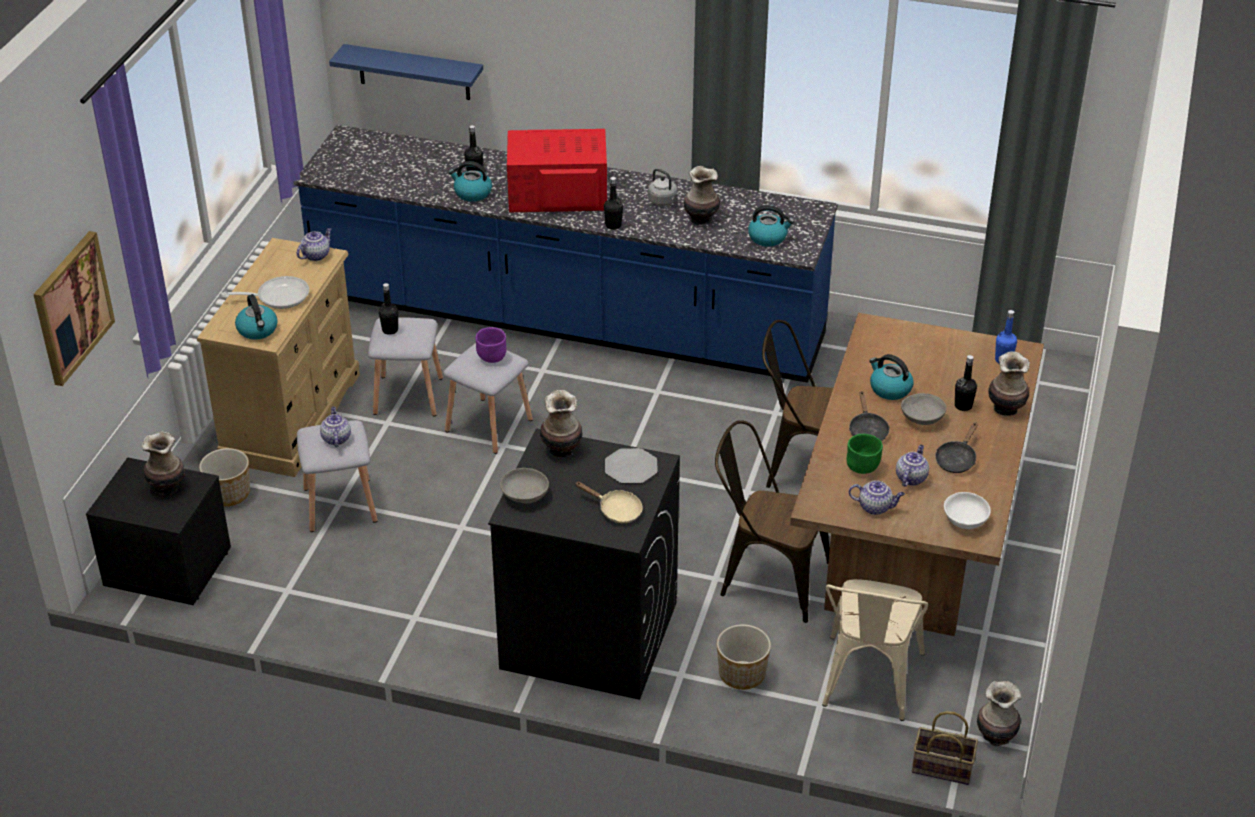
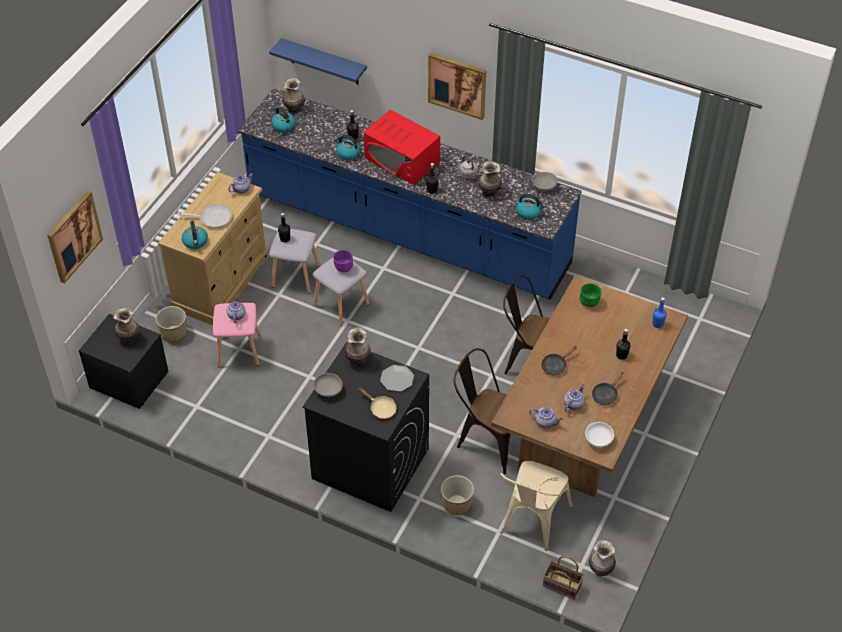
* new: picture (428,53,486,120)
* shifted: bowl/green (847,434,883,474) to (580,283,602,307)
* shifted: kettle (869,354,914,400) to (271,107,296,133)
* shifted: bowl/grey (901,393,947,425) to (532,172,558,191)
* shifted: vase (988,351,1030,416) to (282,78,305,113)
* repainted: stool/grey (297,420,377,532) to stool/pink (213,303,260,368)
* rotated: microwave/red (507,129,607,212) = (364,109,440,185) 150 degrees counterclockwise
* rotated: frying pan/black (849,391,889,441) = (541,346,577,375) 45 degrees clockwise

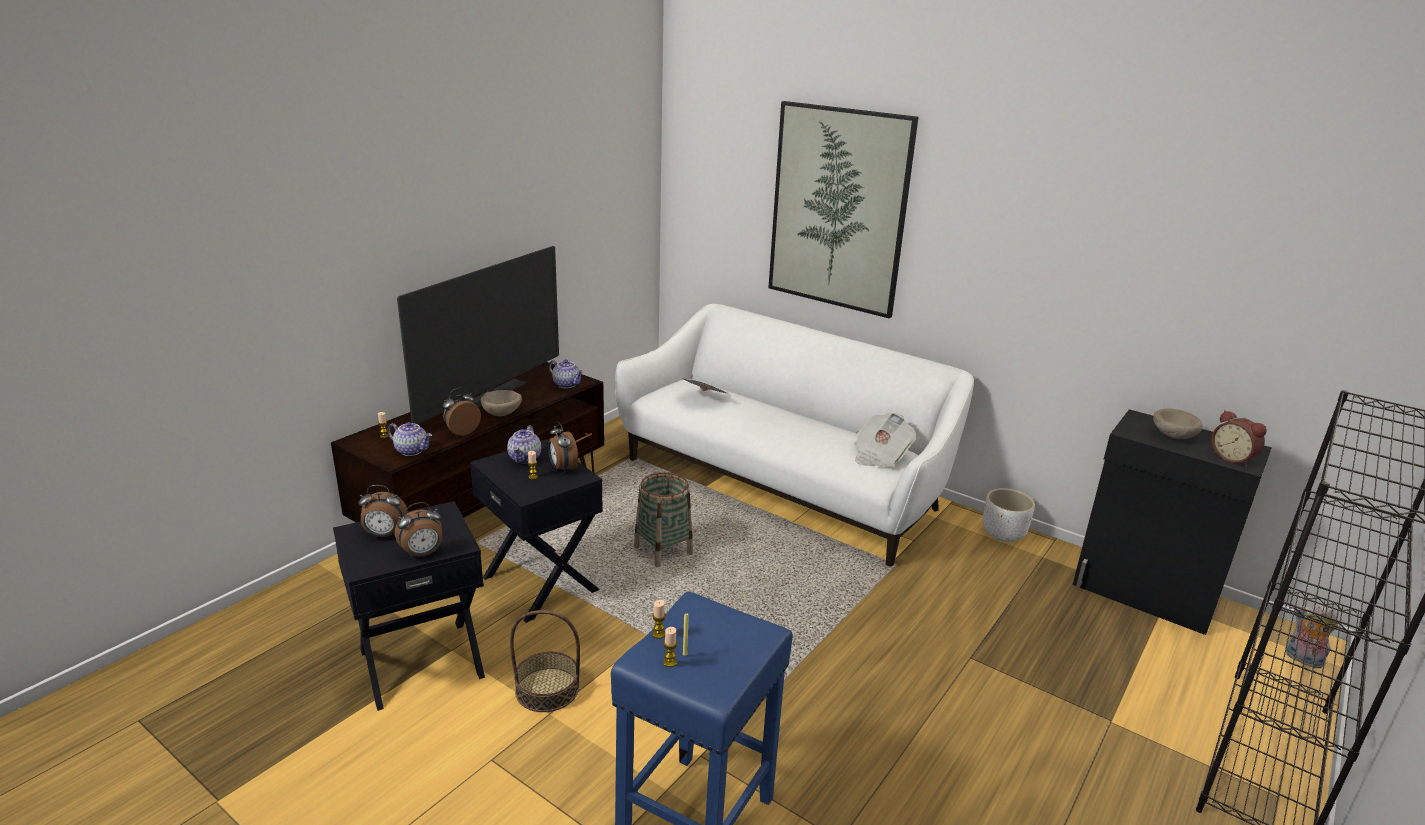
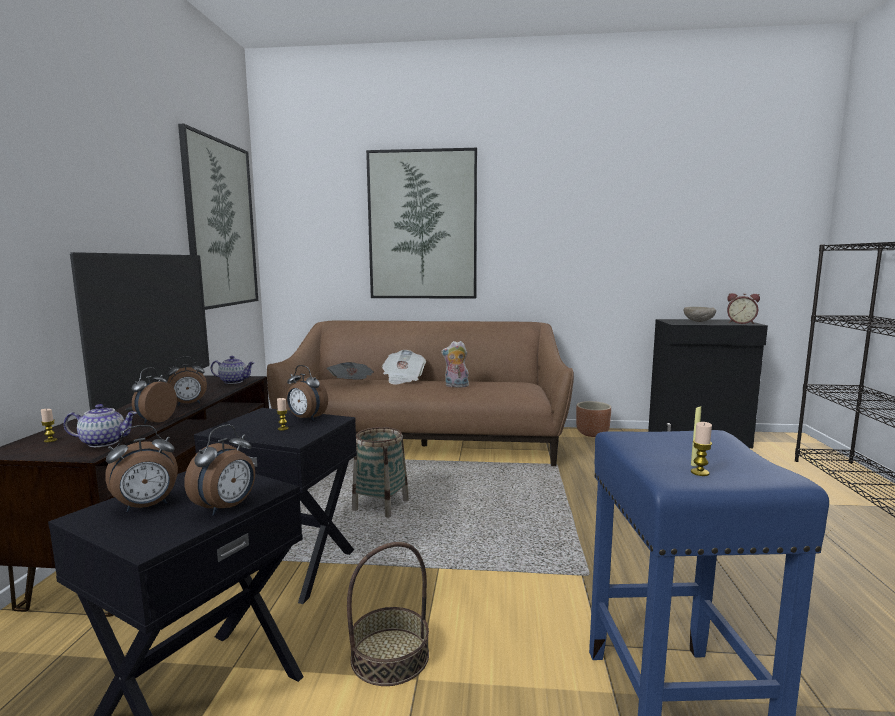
* gone: teapot (507,425,541,464)
* gone: candle (652,600,666,639)
* new: picture (178,124,258,310)
* shifted: newspaper (854,413,916,467) to (382,350,426,384)
* shifted: plush toy (1286,604,1339,668) to (441,341,469,388)
* swapped: bowl/beige (481,390,522,416) to alarm clock (167,357,207,406)
* repainted: sofa/white (615,304,974,566) to sofa/brown (267,321,574,466)
* repainted: planter/white (983,488,1035,542) to planter/brown (576,401,611,437)

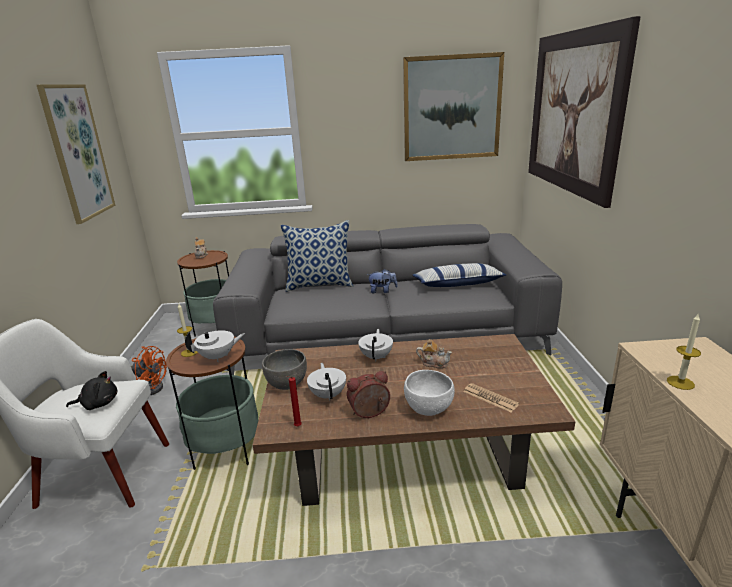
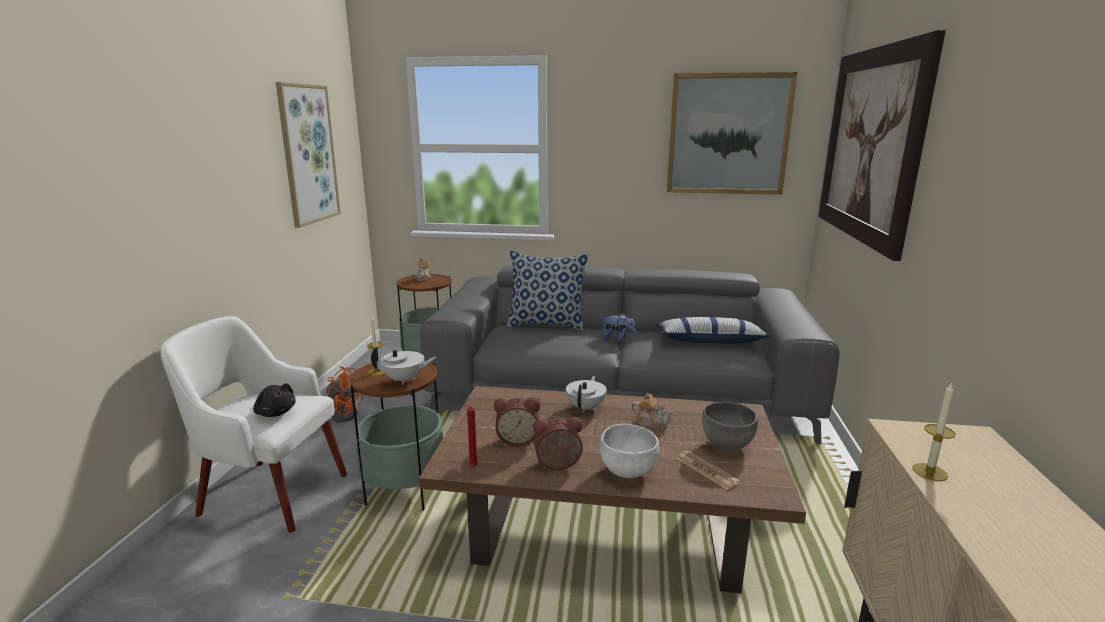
* shifted: bowl/grey (262,349,307,390) to (702,402,758,451)
* swapped: teapot/white (307,363,346,401) to alarm clock (494,397,540,446)
* rotated: plush toy/black (66,371,118,410) = (253,383,295,417) 45 degrees clockwise

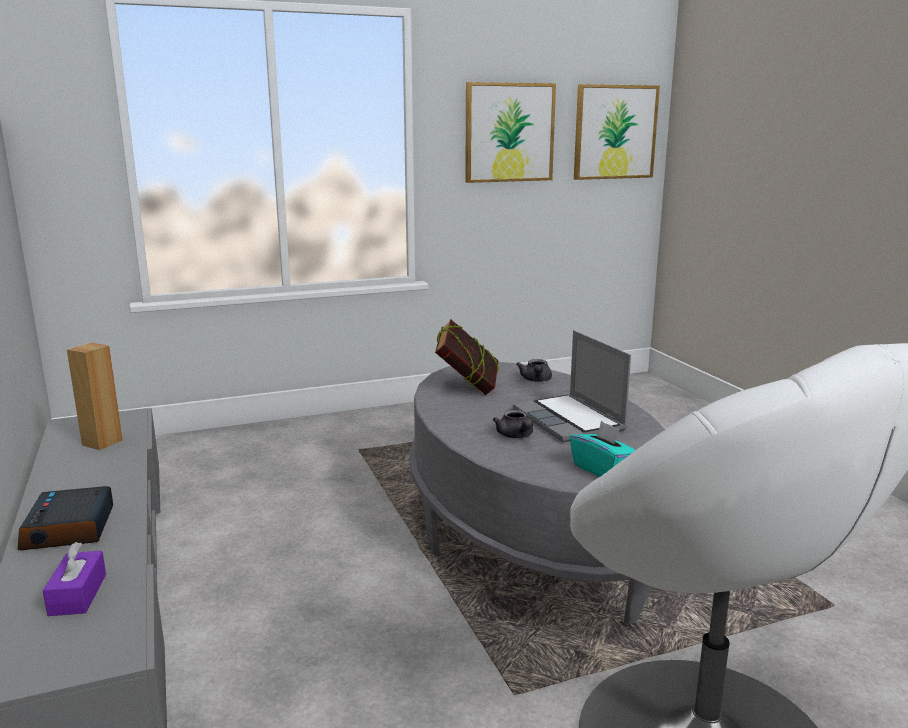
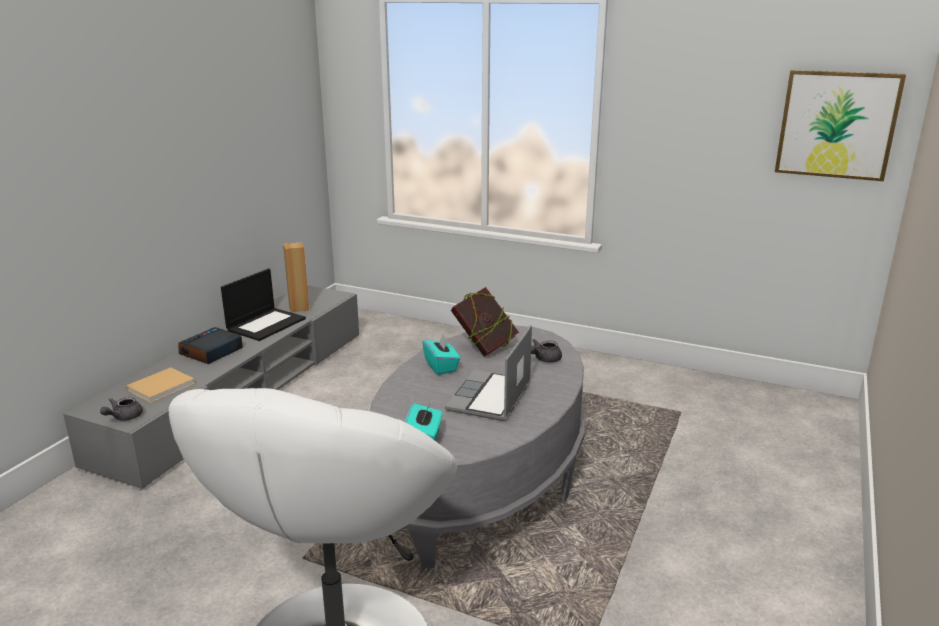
* gone: picture (465,82,556,183)
* new: laptop (221,268,306,341)
* new: tissue box/turquoise (422,334,460,375)
* shifted: teapot/grey (493,410,533,438) to (100,397,143,421)
* swapped: tissue box/purple (43,542,106,616) to book/beige (126,367,195,403)

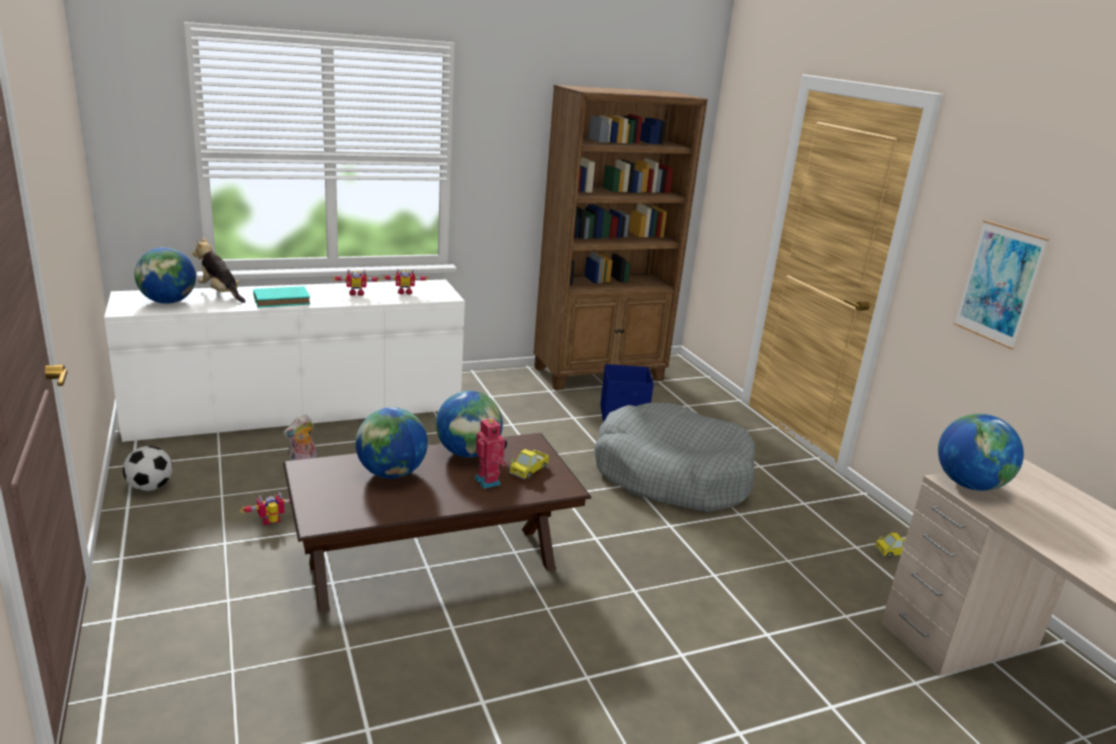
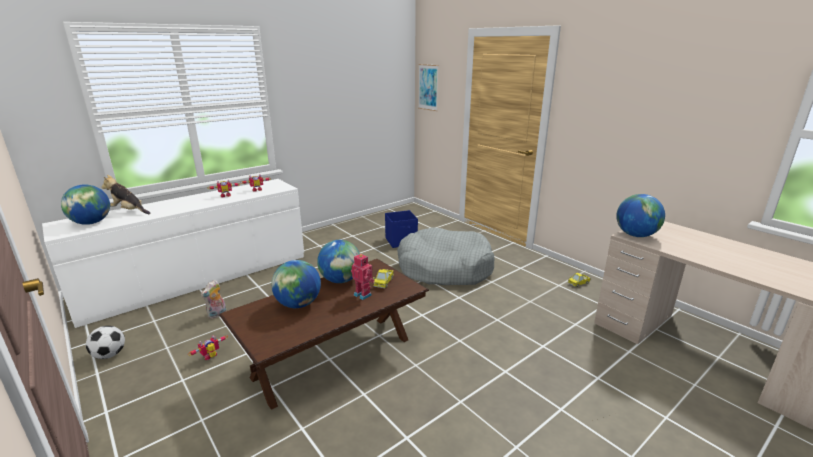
* gone: book/turquoise (253,286,310,308)
* gone: bookcase/brown (534,85,708,391)
* shifted: picture (954,220,1049,350) to (418,64,439,111)

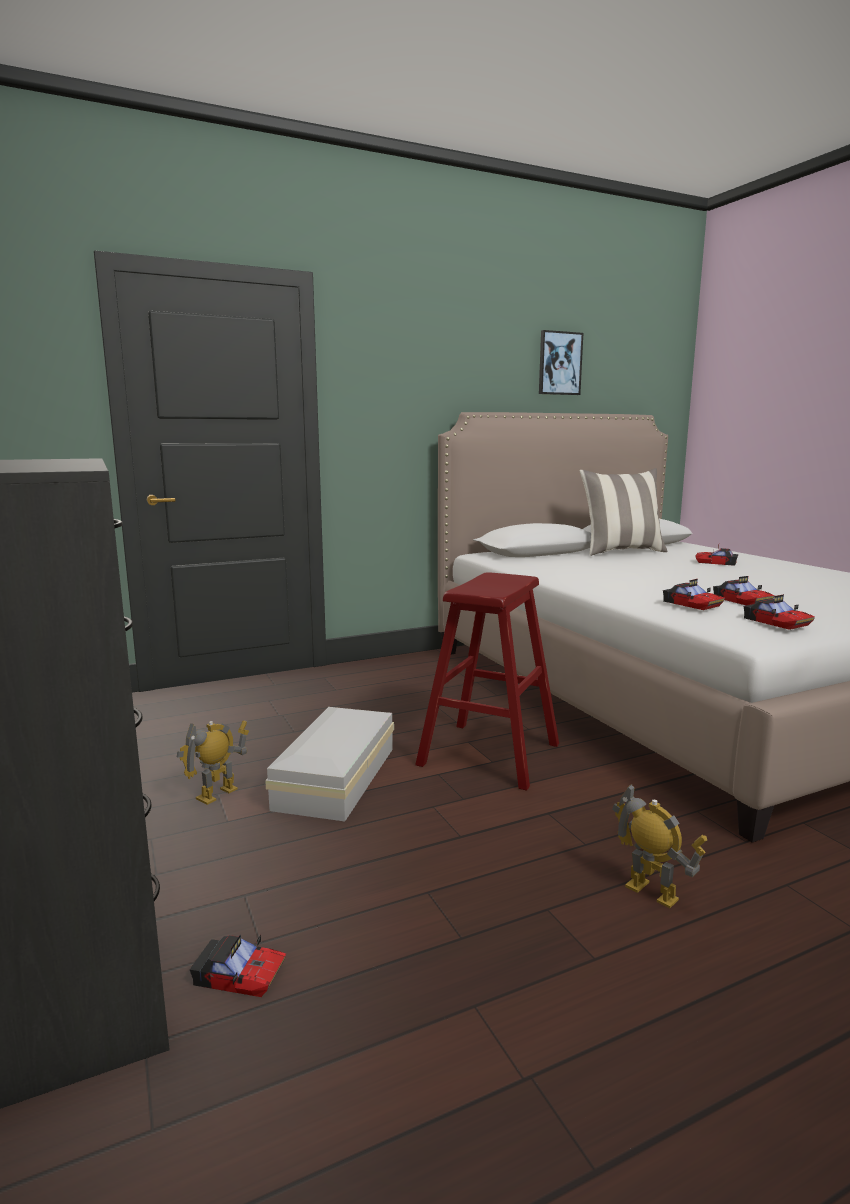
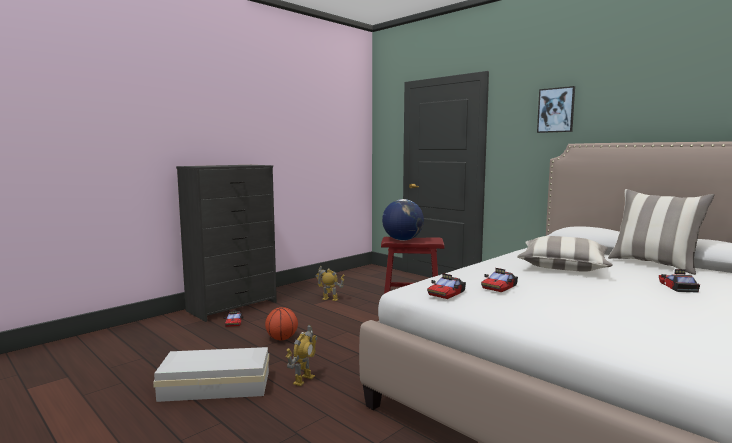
* gone: toy car (663,579,725,610)
* new: basketball (265,307,298,340)
* new: globe (382,199,424,241)
* new: pillow (517,236,613,272)
* shifted: storage box/white (265,707,394,821) to (153,347,269,402)
* shifted: picture (539,330,583,395) to (537,86,575,133)

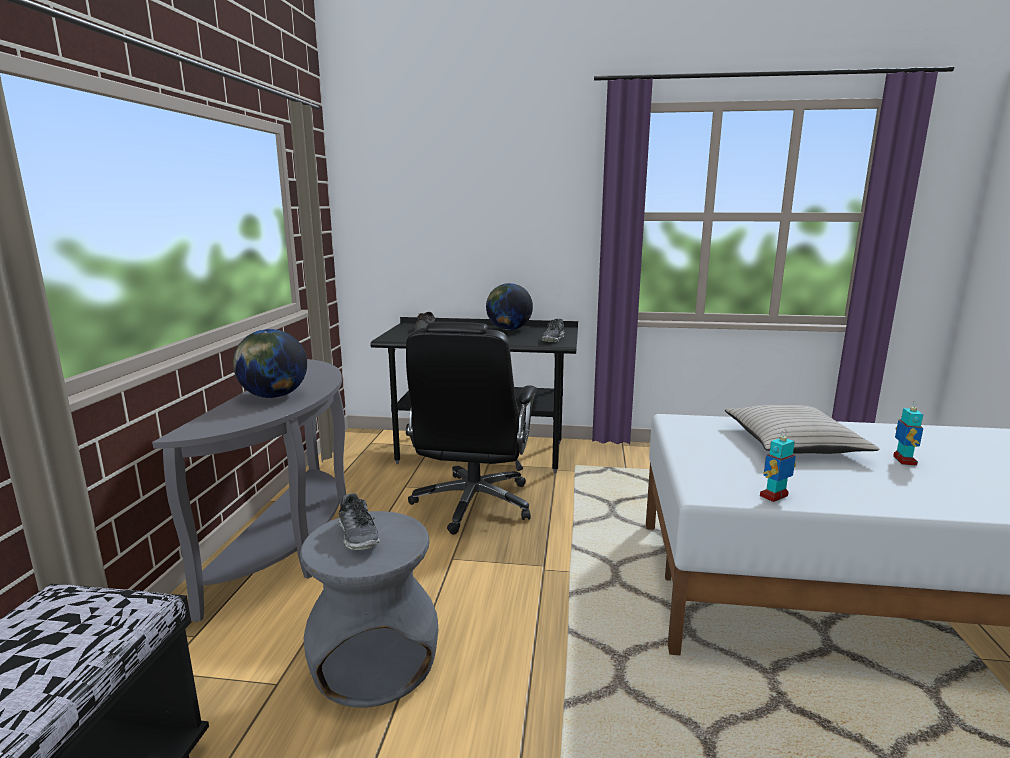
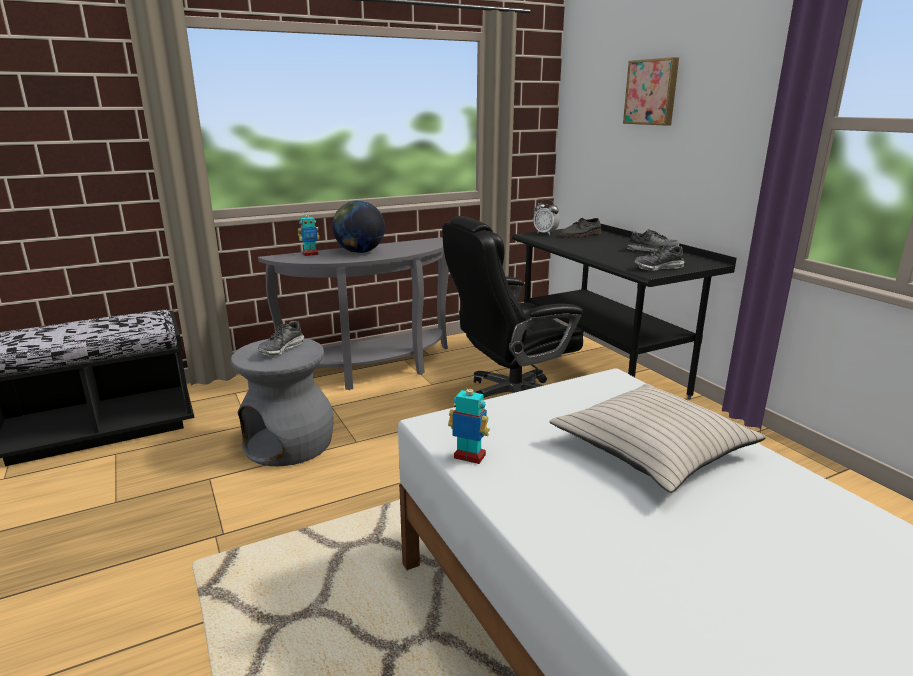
* new: alarm clock (533,199,560,235)
* new: picture (623,57,679,126)
* shifted: toy robot (893,401,923,466) to (298,211,320,256)
* swapped: globe (486,283,533,330) to shoe (627,229,679,252)

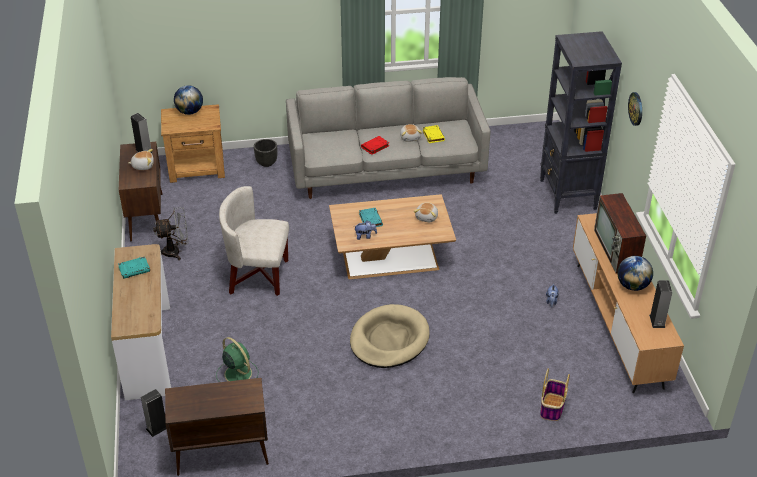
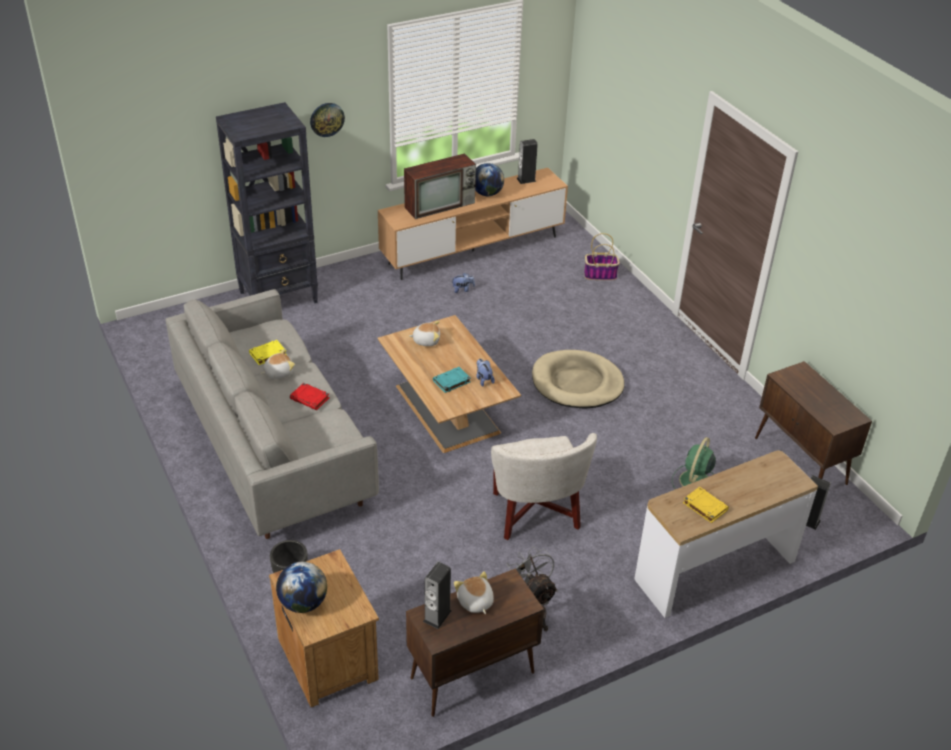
* repainted: book/turquoise (118,256,150,279) to book/yellow (683,487,729,523)

